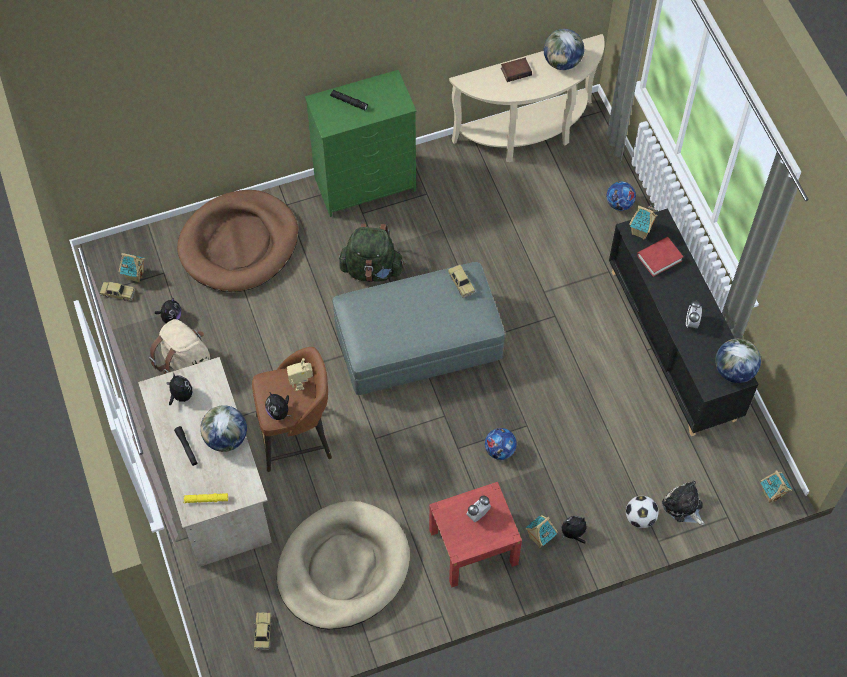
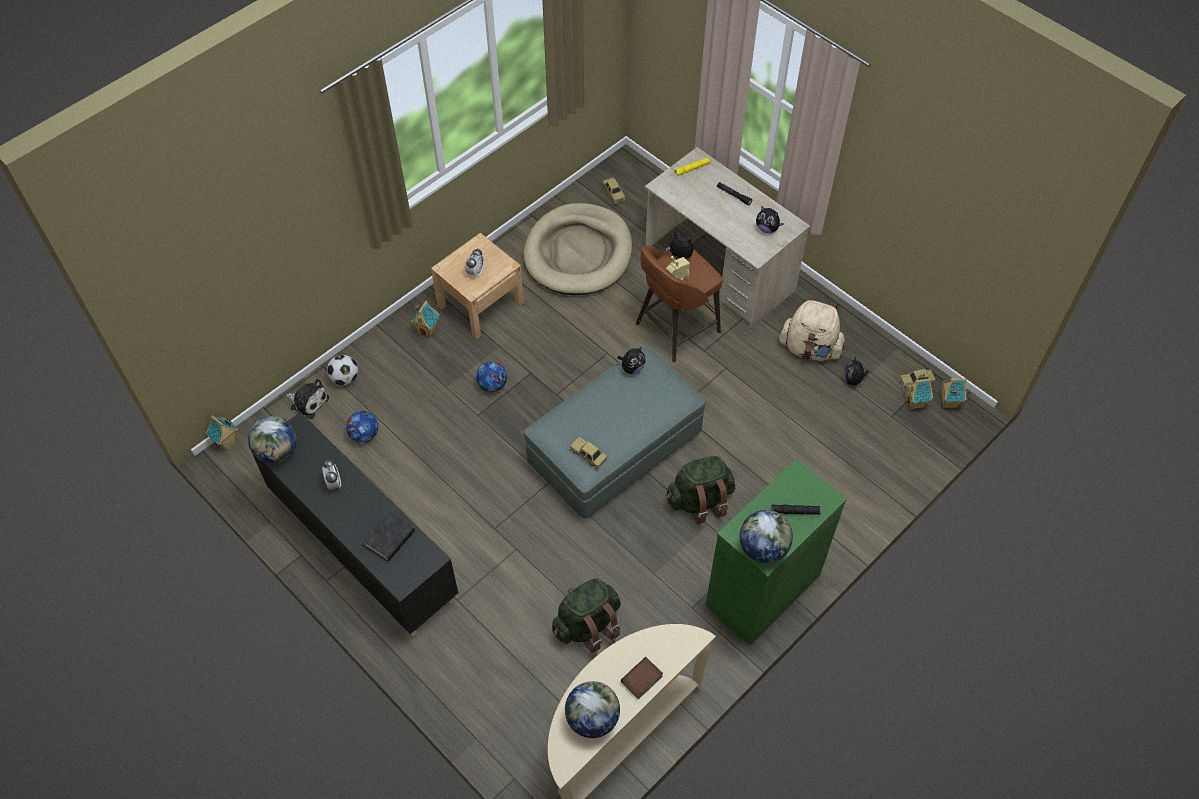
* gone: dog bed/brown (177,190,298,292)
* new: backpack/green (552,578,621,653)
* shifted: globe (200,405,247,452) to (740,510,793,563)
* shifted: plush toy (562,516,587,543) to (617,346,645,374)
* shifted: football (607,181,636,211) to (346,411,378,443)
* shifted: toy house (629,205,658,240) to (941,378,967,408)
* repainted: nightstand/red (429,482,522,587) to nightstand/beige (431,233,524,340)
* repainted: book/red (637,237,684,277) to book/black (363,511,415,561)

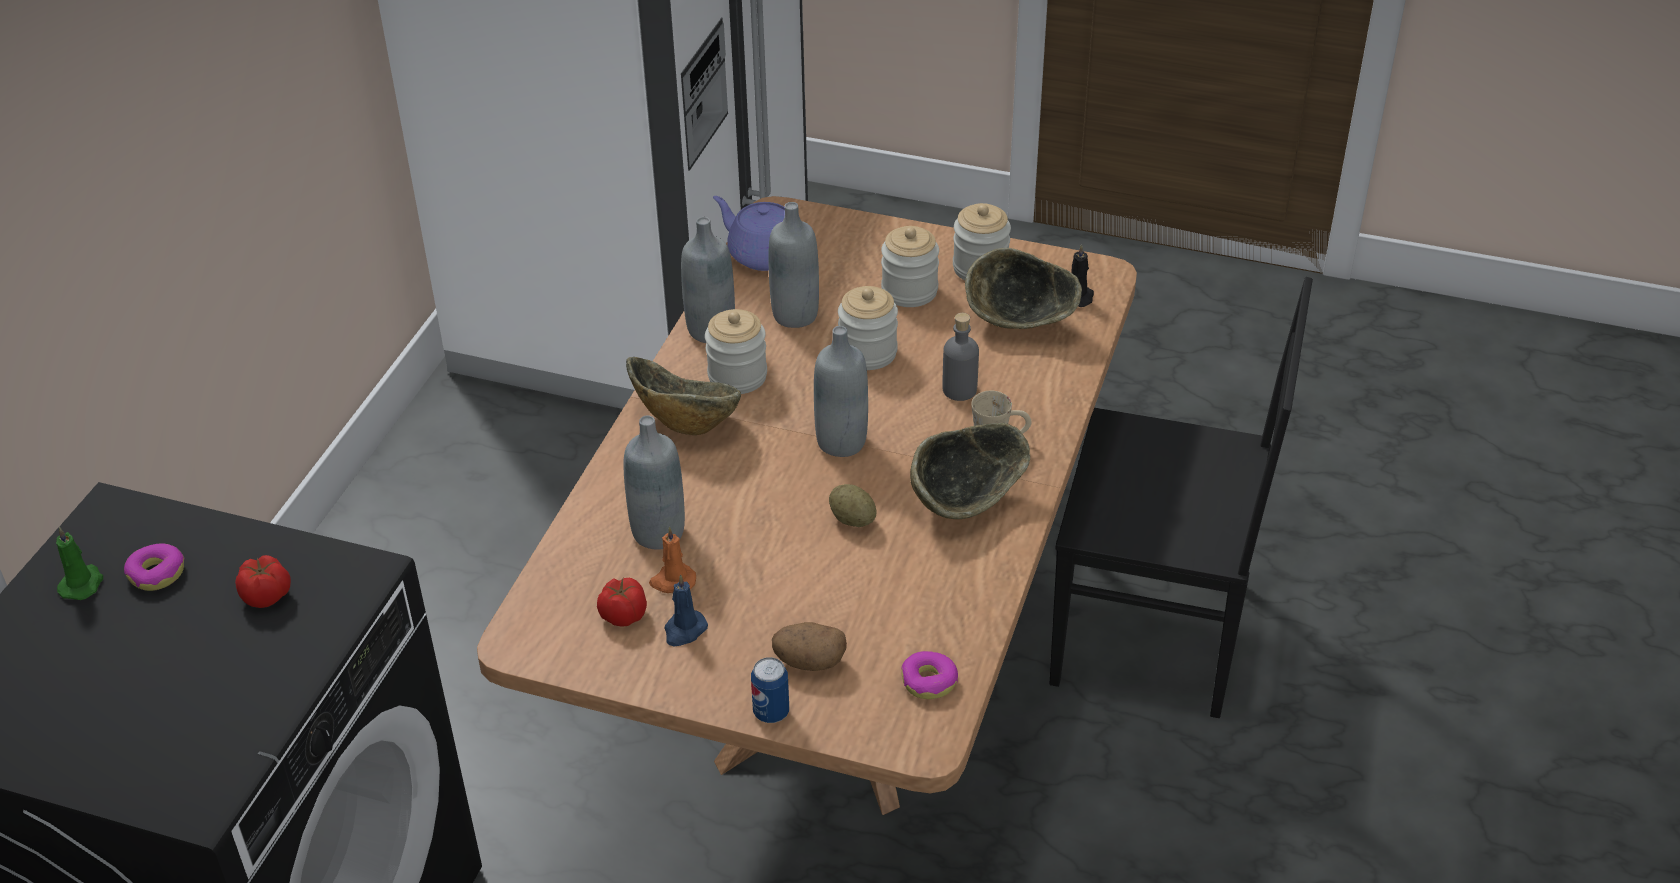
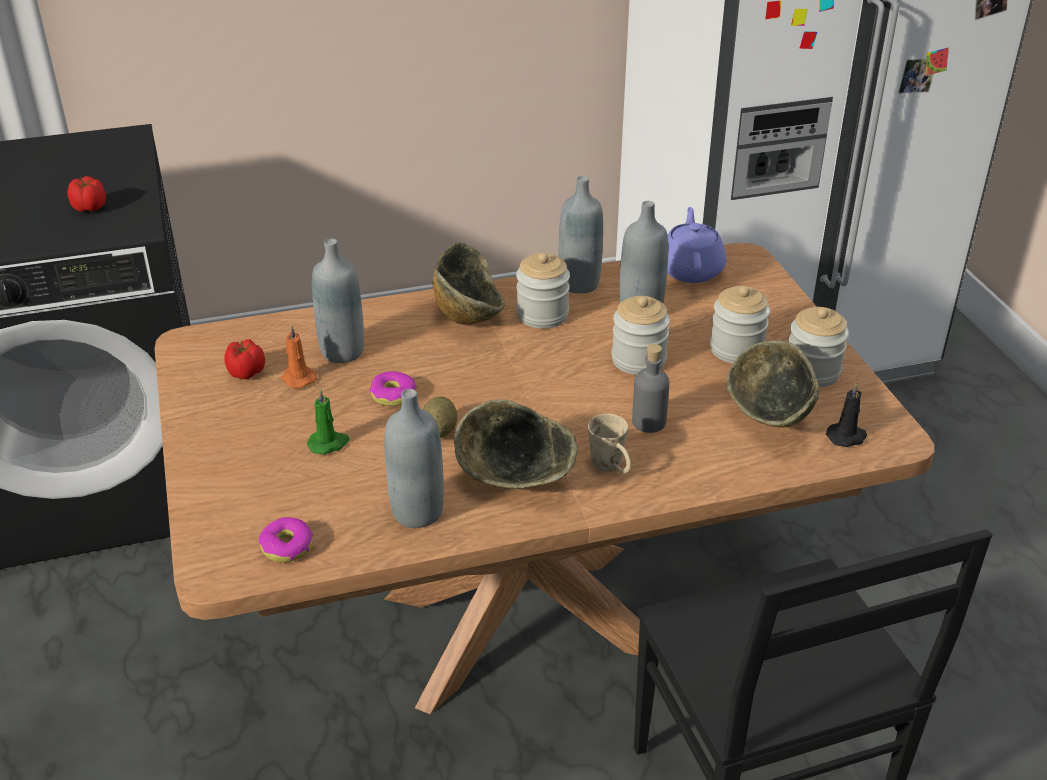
* gone: candle/blue (664,574,708,646)
* gone: can (751,657,789,723)
* gone: potato (772,622,847,671)
* shifted: candle/green (56,527,103,600) to (307,389,350,455)
* shifted: donut (124,543,185,591) to (370,371,417,406)
* shifted: bottle/grey (814,326,868,457) to (385,389,444,528)

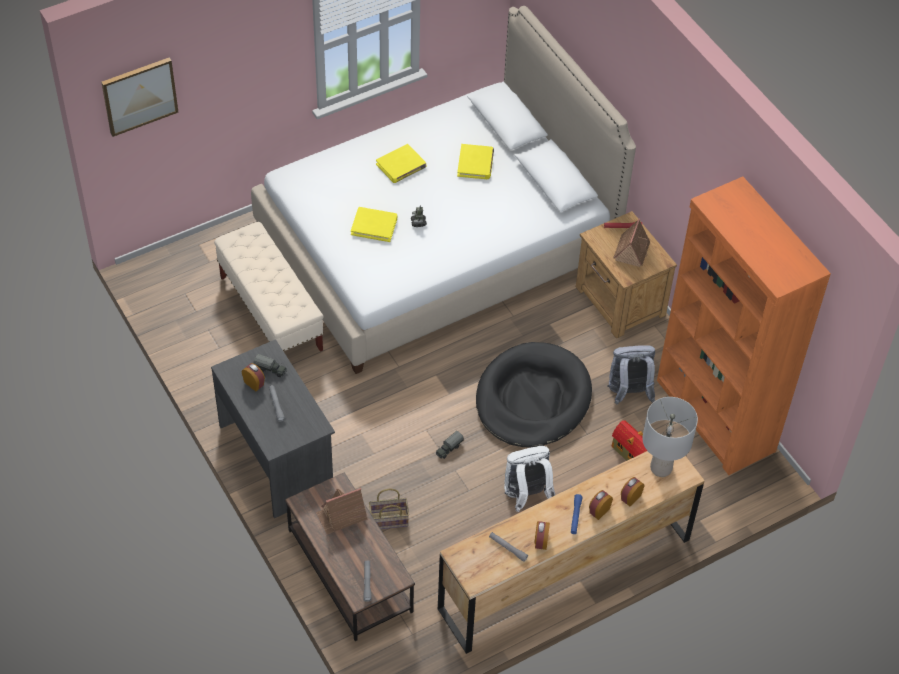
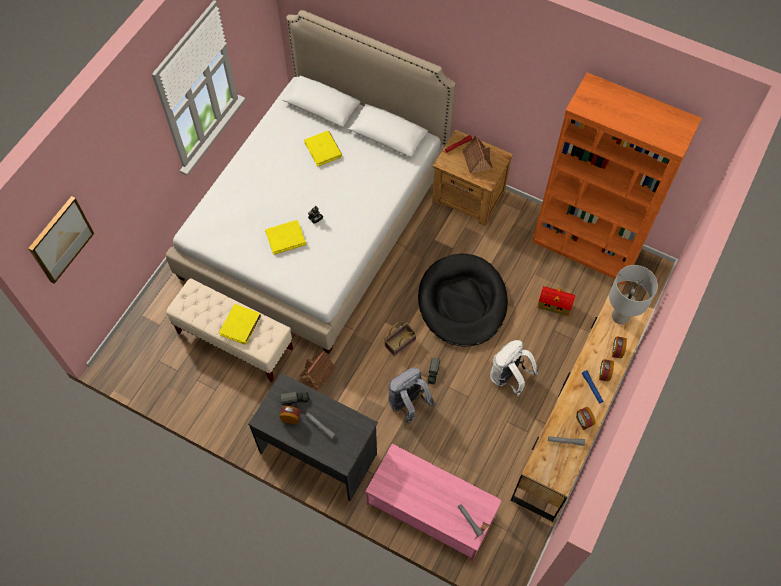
* shifted: toy house (316,488,367,534) to (299,351,336,391)
* shifted: basket (369,488,409,529) to (384,321,417,357)
* shifted: book/yellow (376,144,427,183) to (219,304,261,344)
* shifted: backpack/grey (607,345,655,405) to (389,368,435,424)
* repainted: coffee table/brown (285,472,415,641) to coffee table/pink (365,444,502,561)

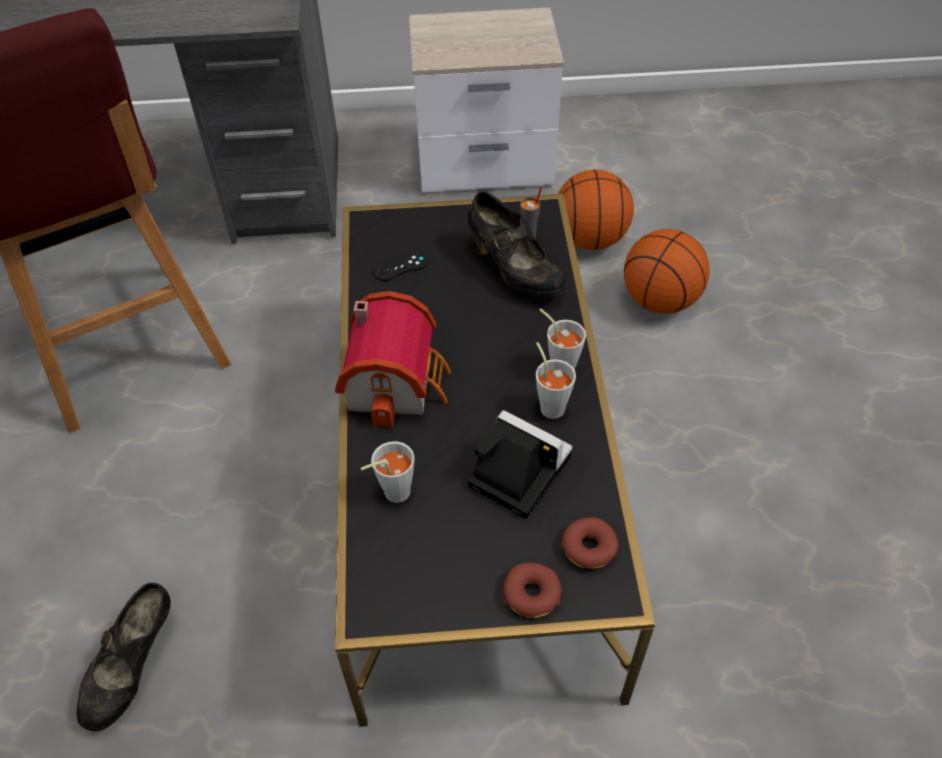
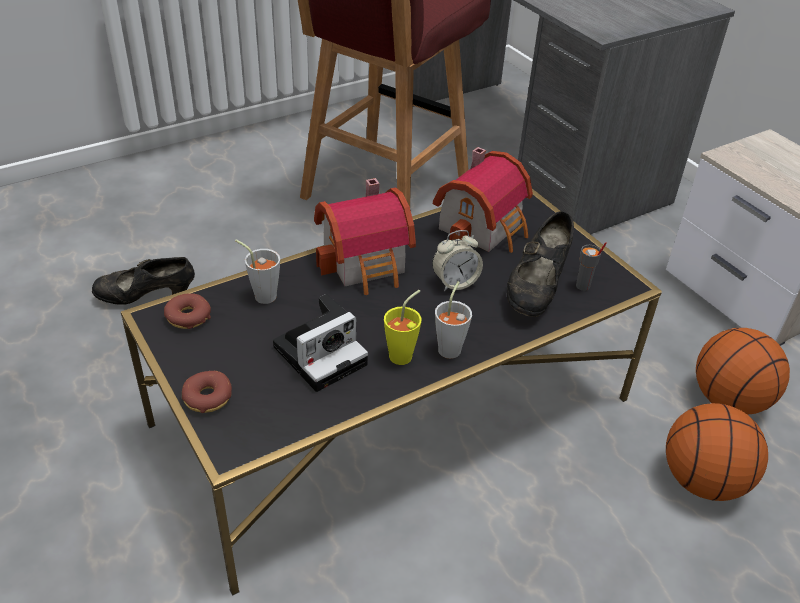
* new: alarm clock (432,230,483,291)
* shifted: donut (561,517,618,569) to (164,293,211,329)
* swapped: game controller/black (373,252,428,281) to toy house (433,147,533,253)
* repainted: cup/grey (536,342,576,419) to cup/yellow (384,290,422,365)
* rotated: photo camera (468,410,572,518) = (273,294,368,392) 45 degrees clockwise

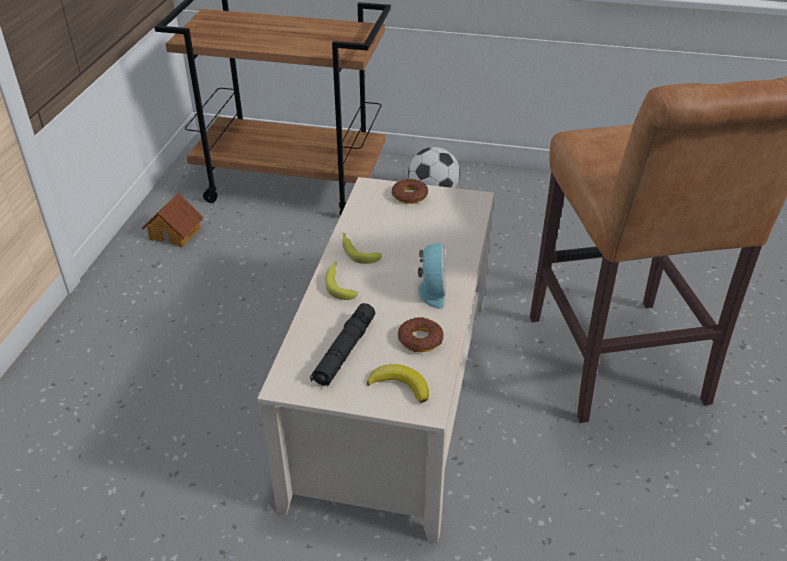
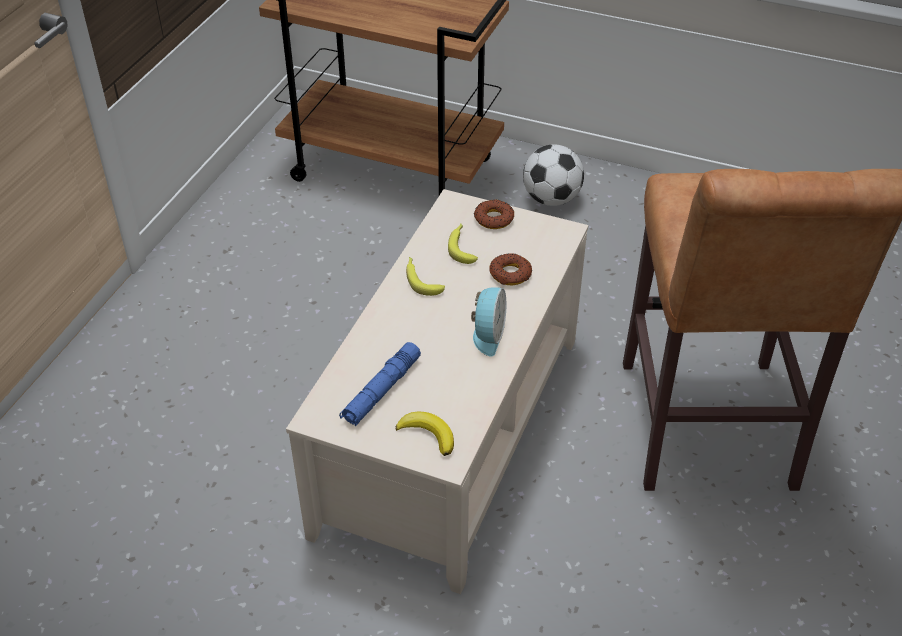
* gone: toy house (141,193,203,247)
* shifted: banana (326,261,358,300) to (448,223,478,264)
* shifted: donut (398,317,444,353) to (489,253,532,285)
* repainted: flashlight/black (310,303,375,387) to flashlight/blue (339,342,421,426)

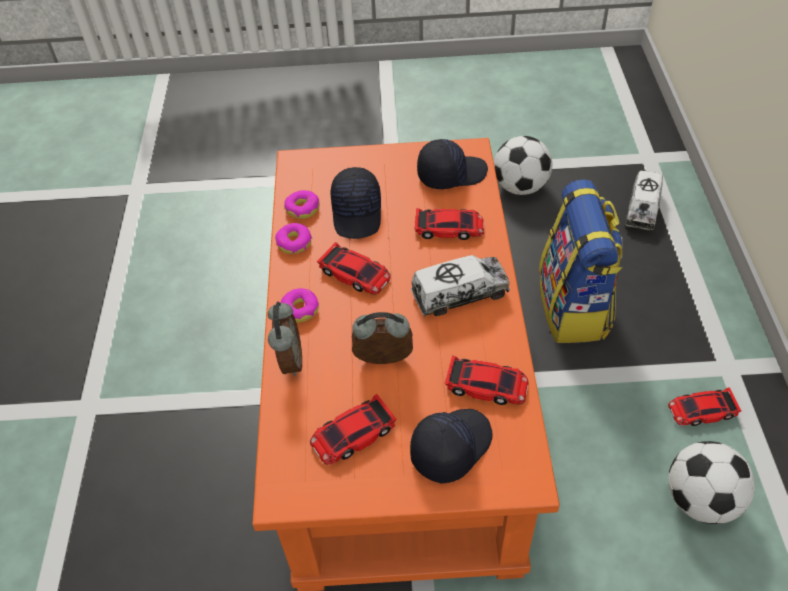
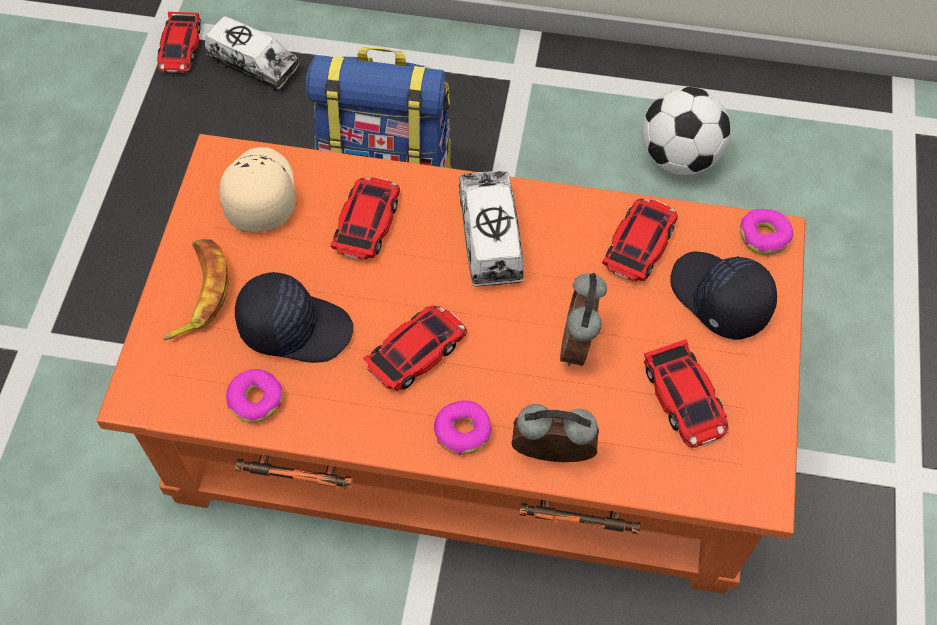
* gone: football (494,136,553,195)
* new: banana (163,239,229,340)
* shifted: donut (275,223,312,254) to (740,209,793,255)
* shifted: toy car (668,387,741,426) to (157,12,201,73)
* repainted: cap/black (417,139,488,189) to cap/beige (219,147,295,232)

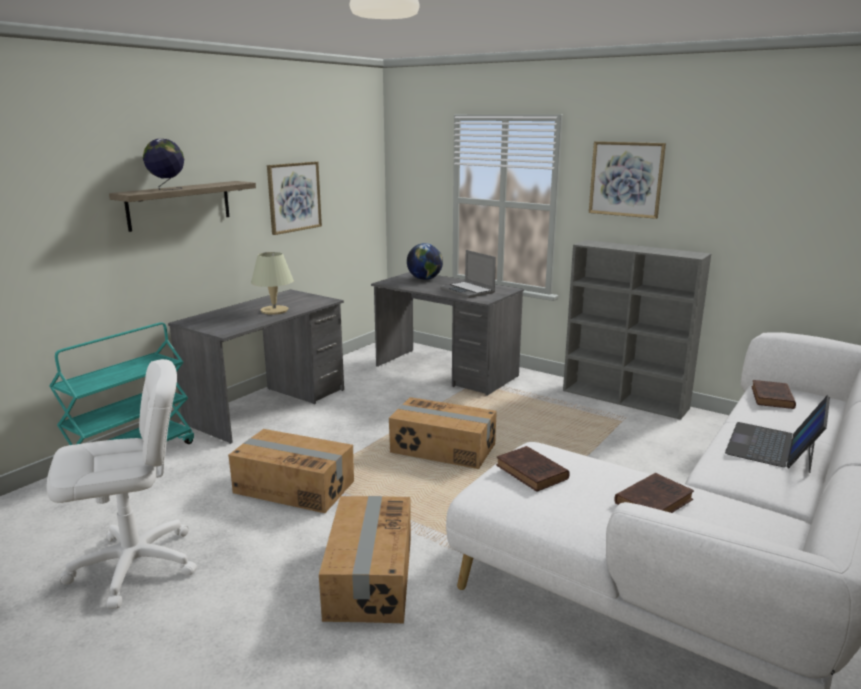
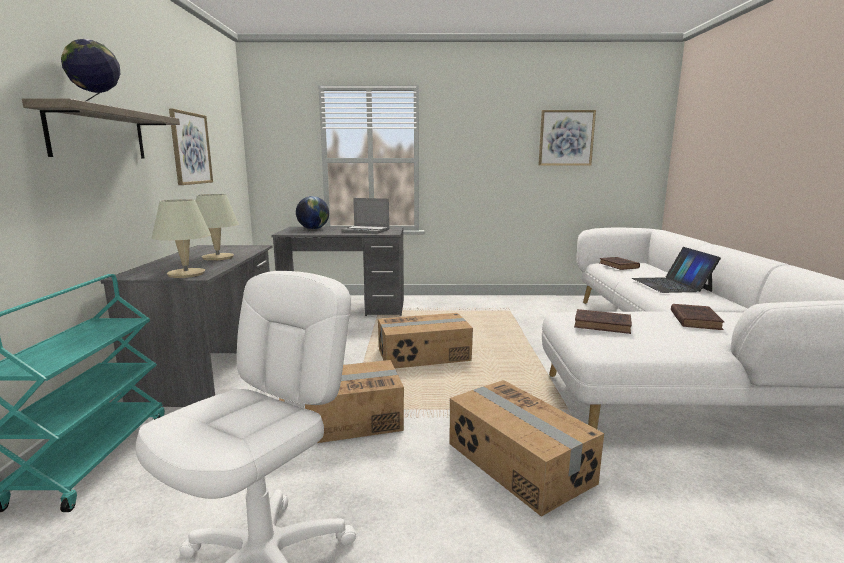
* gone: bookcase/grey (563,240,711,420)
* new: table lamp/beige (151,199,211,278)
* shifted: picture (589,141,666,219) to (539,110,596,166)

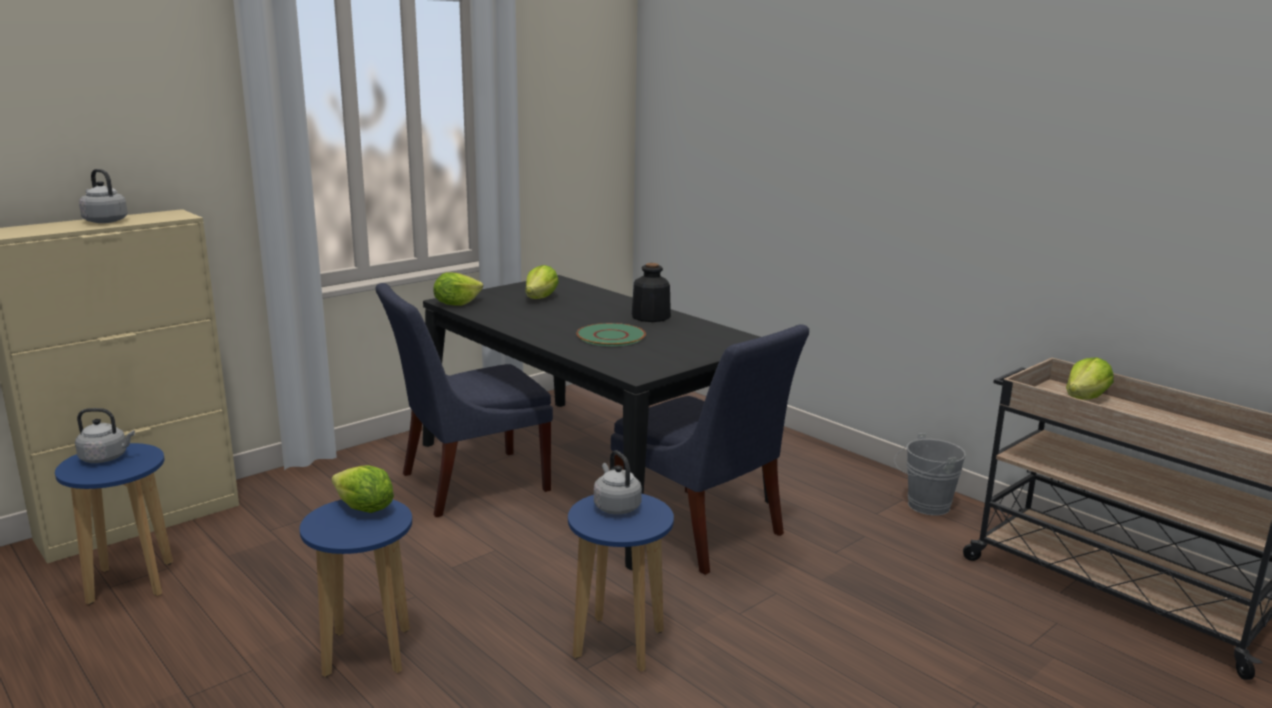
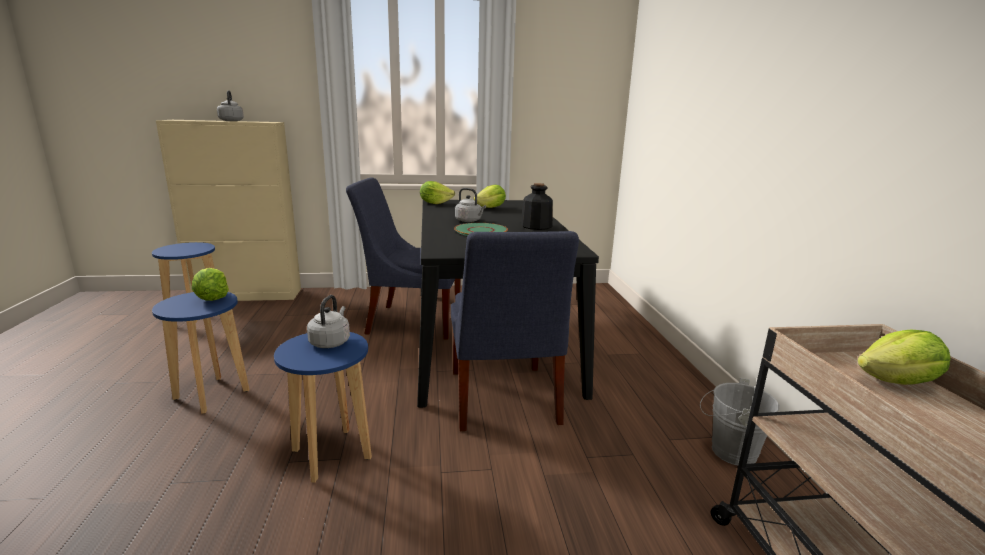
* shifted: kettle/grey (75,408,135,463) to (455,188,486,222)

